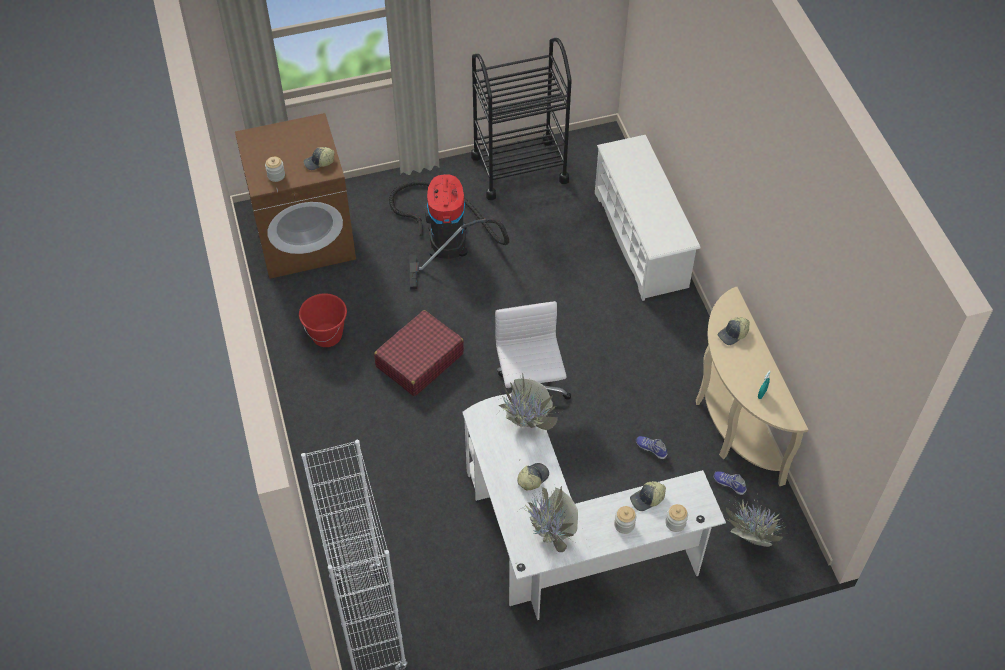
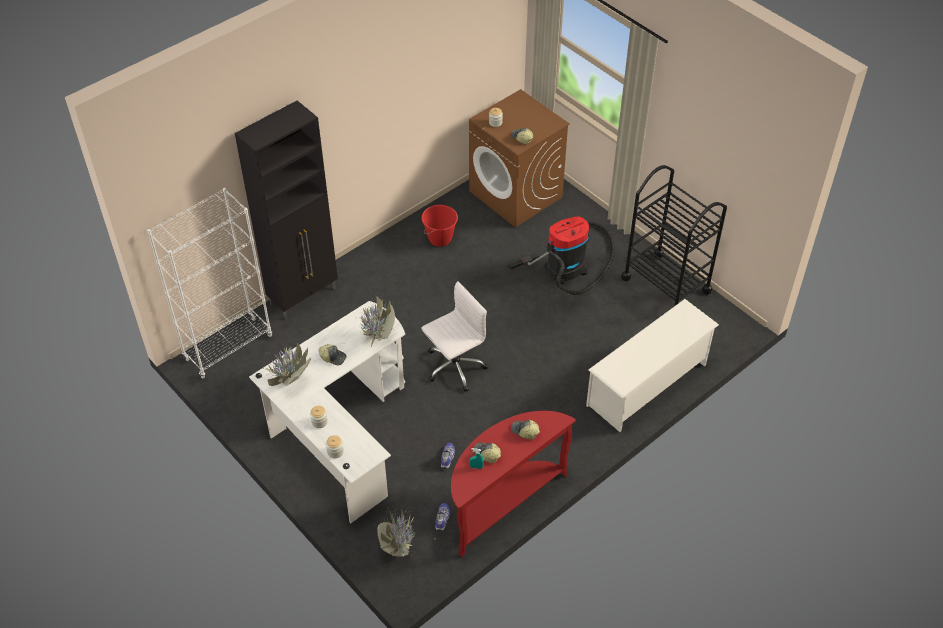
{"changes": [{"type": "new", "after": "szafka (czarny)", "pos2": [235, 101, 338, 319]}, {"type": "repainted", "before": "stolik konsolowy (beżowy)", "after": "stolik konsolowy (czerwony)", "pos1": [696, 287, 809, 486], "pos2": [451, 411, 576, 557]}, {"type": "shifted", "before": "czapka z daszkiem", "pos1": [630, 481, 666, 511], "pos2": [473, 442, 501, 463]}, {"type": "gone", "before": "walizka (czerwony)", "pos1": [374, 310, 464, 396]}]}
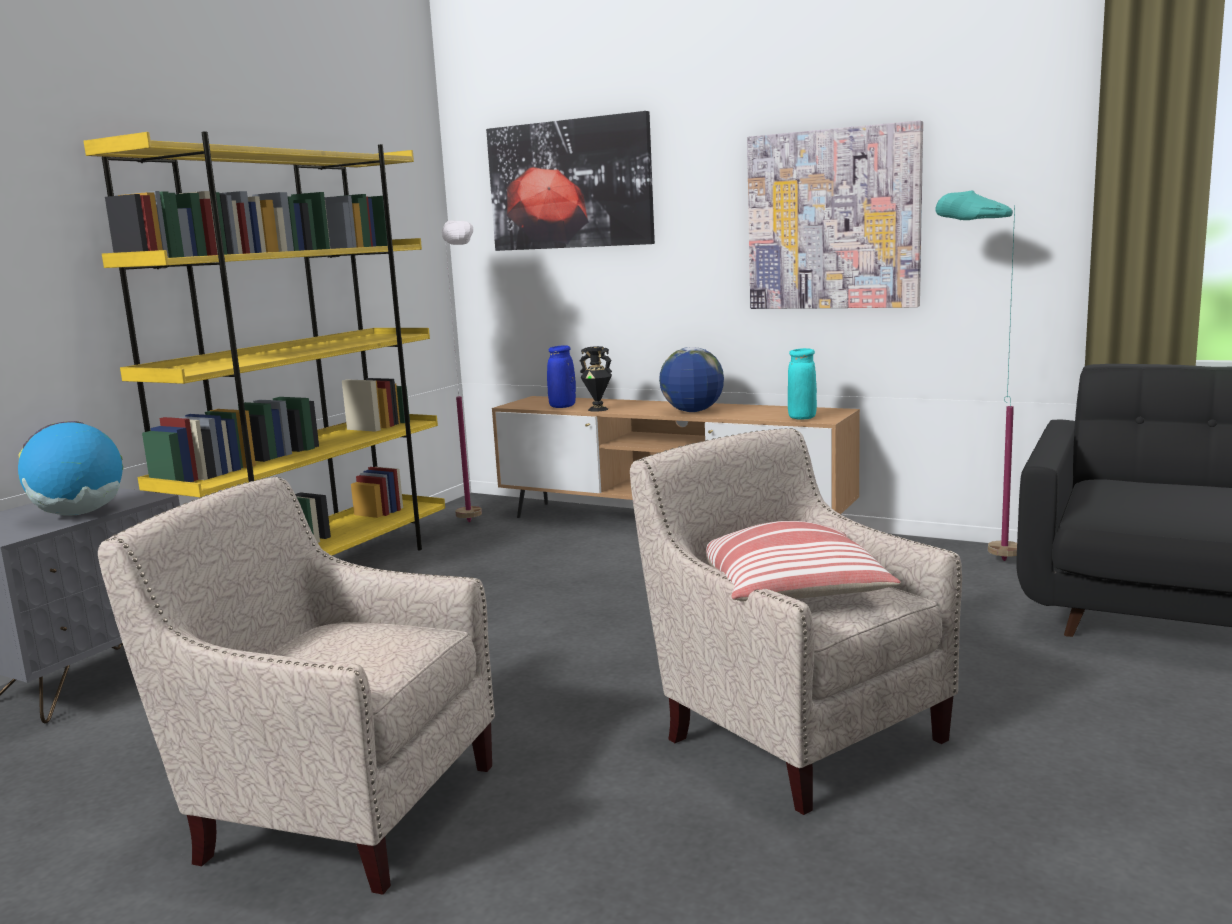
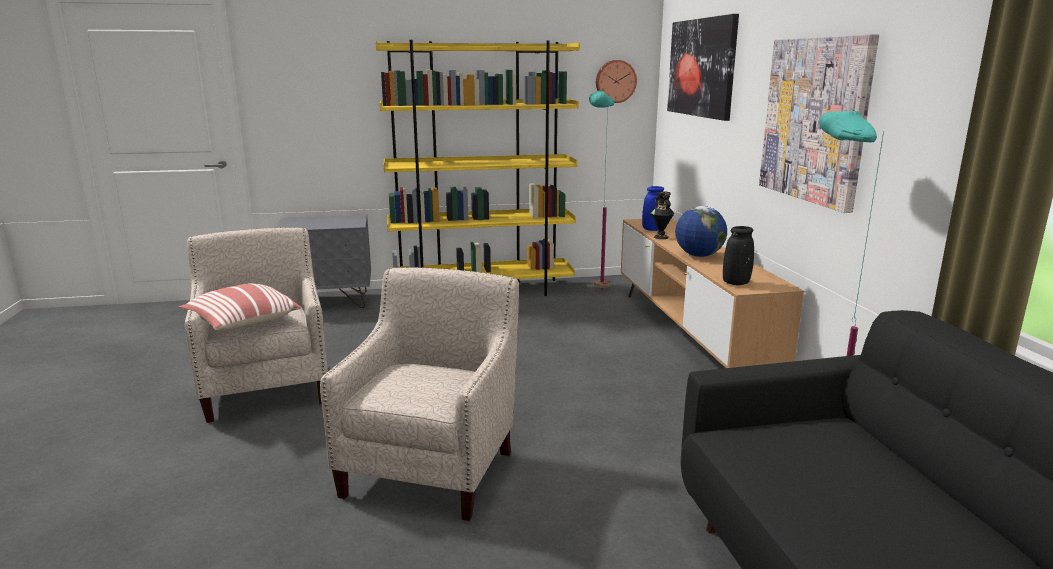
{"changes": [{"type": "shifted", "before": "poduszka", "pos1": [706, 521, 901, 602], "pos2": [178, 283, 301, 330]}, {"type": "repainted", "before": "lampa stojąca (biały)", "after": "lampa stojąca (turkusowy)", "pos1": [442, 220, 482, 522], "pos2": [589, 91, 615, 290]}, {"type": "new", "after": "zegar ścienny", "pos2": [596, 60, 637, 103]}, {"type": "repainted", "before": "wazon (turkusowy)", "after": "wazon (czarny)", "pos1": [788, 348, 817, 419], "pos2": [723, 226, 754, 285]}, {"type": "gone", "before": "globus", "pos1": [18, 421, 123, 516]}]}
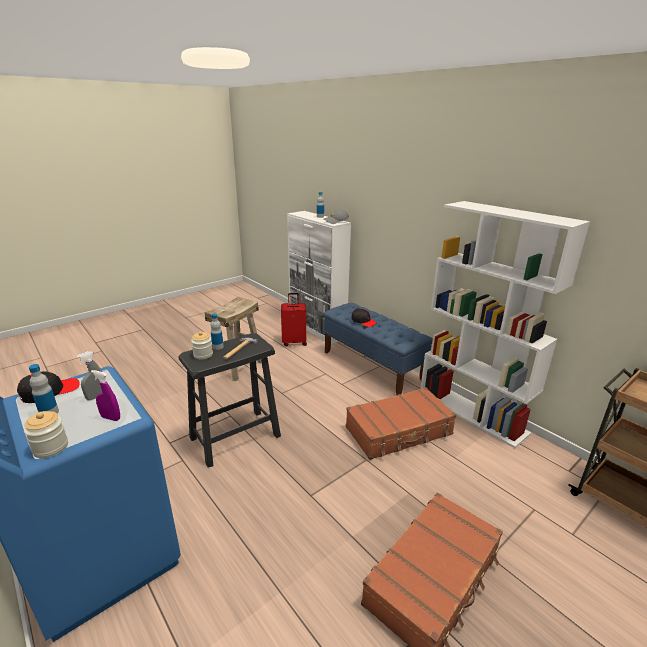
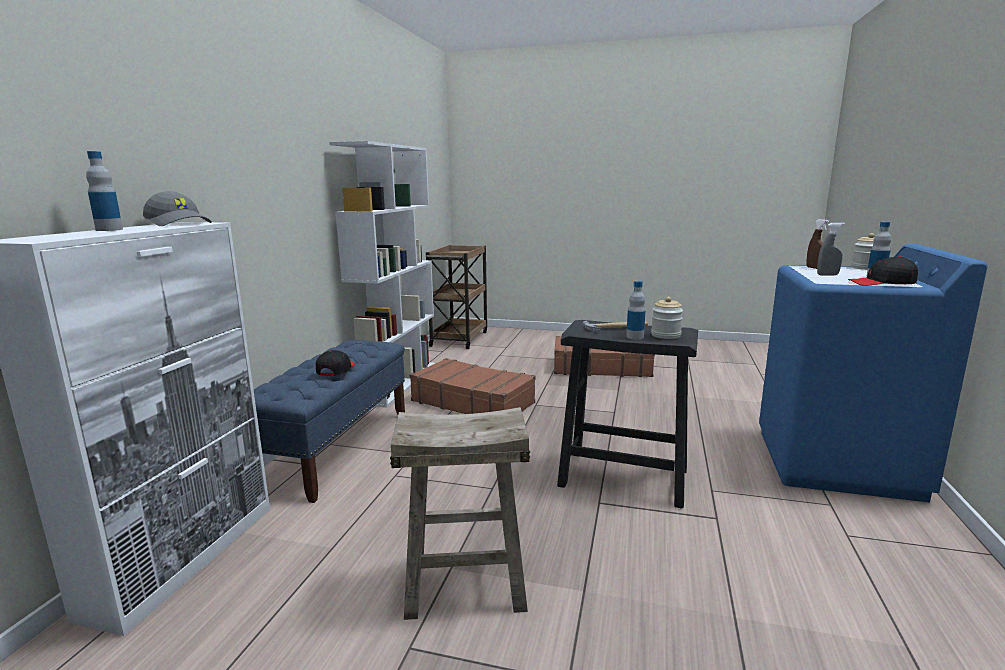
{"changes": [{"type": "repainted", "before": "spryskiwacz (fioletowy)", "after": "spryskiwacz (brązowy)", "pos1": [91, 370, 120, 421], "pos2": [806, 219, 829, 269]}, {"type": "gone", "before": "walizka (czerwony)", "pos1": [281, 293, 307, 346]}]}
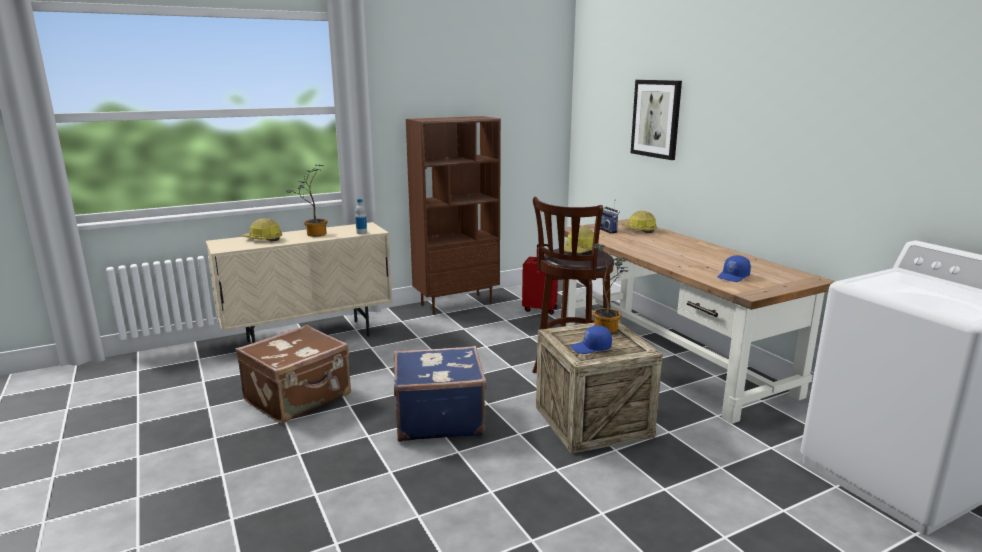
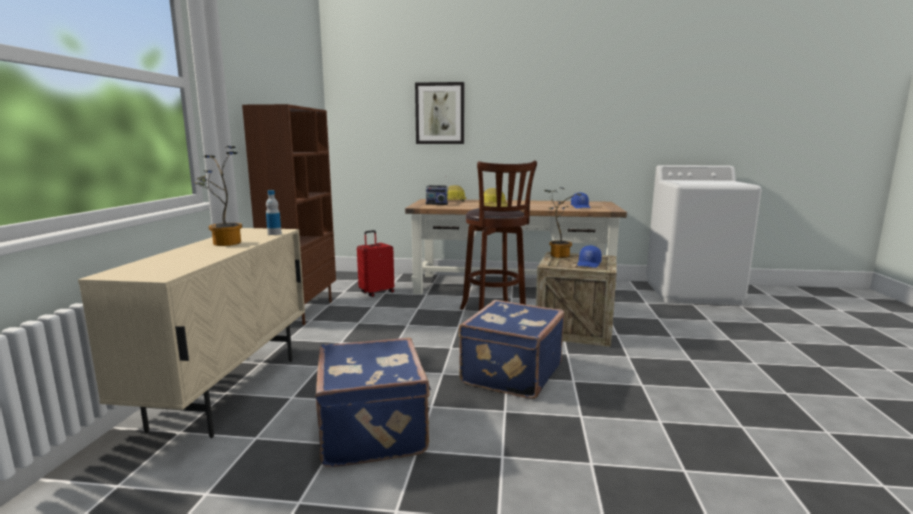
{"changes": [{"type": "repainted", "before": "walizka (brązowy)", "after": "walizka (niebieski)", "pos1": [235, 325, 351, 424], "pos2": [316, 338, 431, 467]}, {"type": "gone", "before": "kask", "pos1": [242, 218, 282, 242]}]}
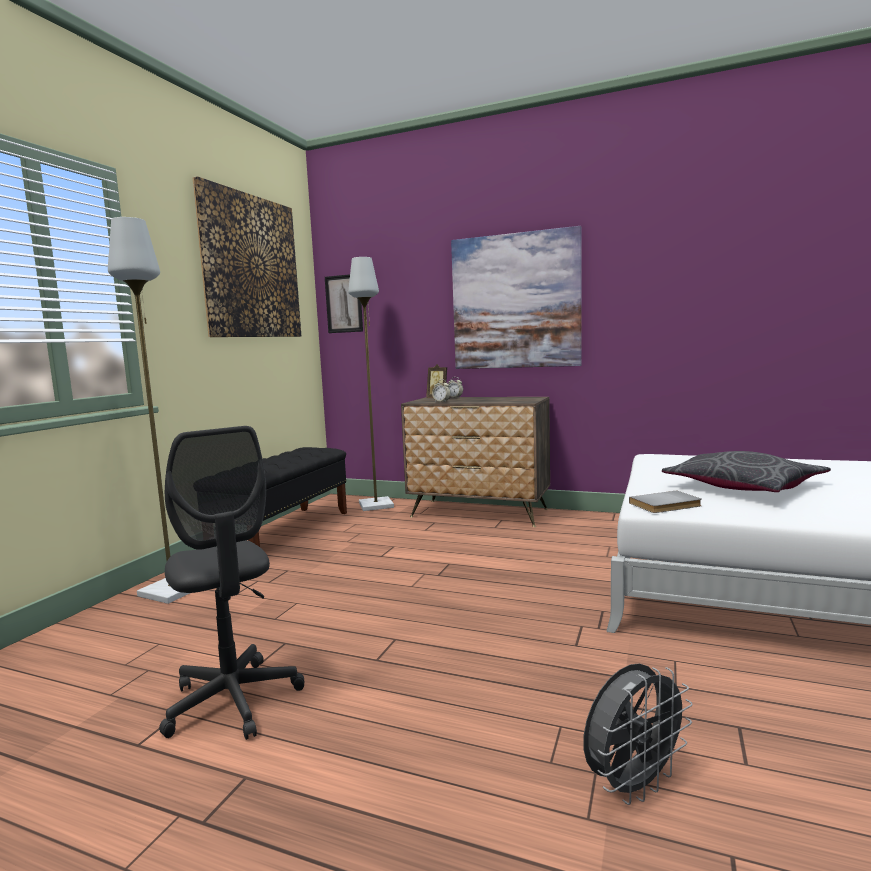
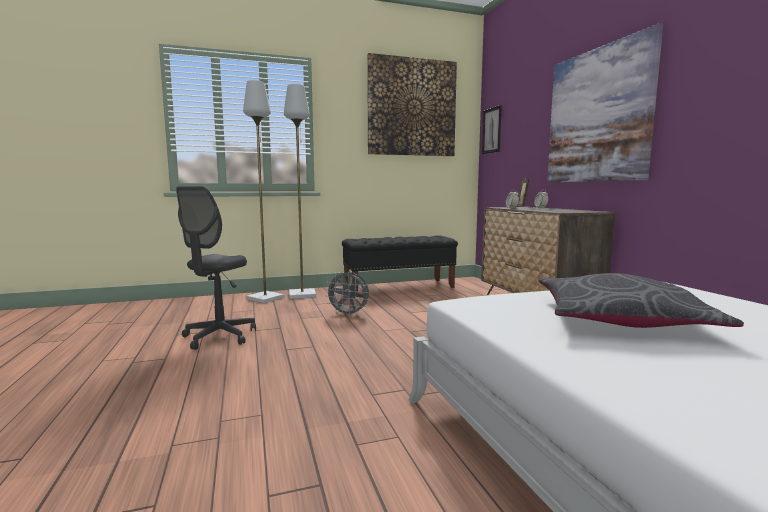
{"changes": [{"type": "shifted", "before": "lampa stojąca (szary)", "pos1": [348, 257, 394, 511], "pos2": [243, 80, 284, 303]}, {"type": "shifted", "before": "wentylator (szary)", "pos1": [584, 663, 693, 805], "pos2": [325, 271, 369, 317]}, {"type": "gone", "before": "książka (szary)", "pos1": [629, 491, 702, 513]}]}
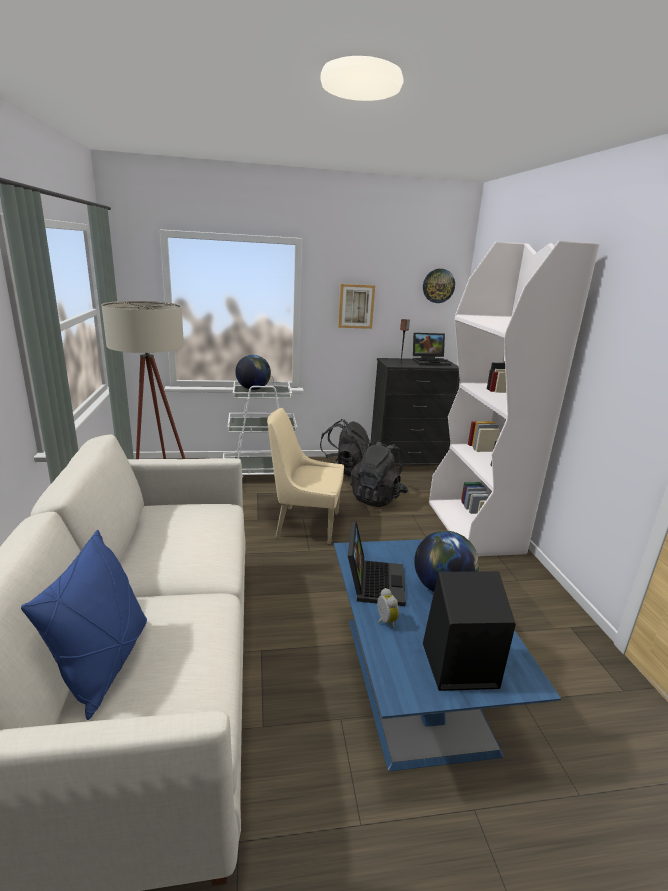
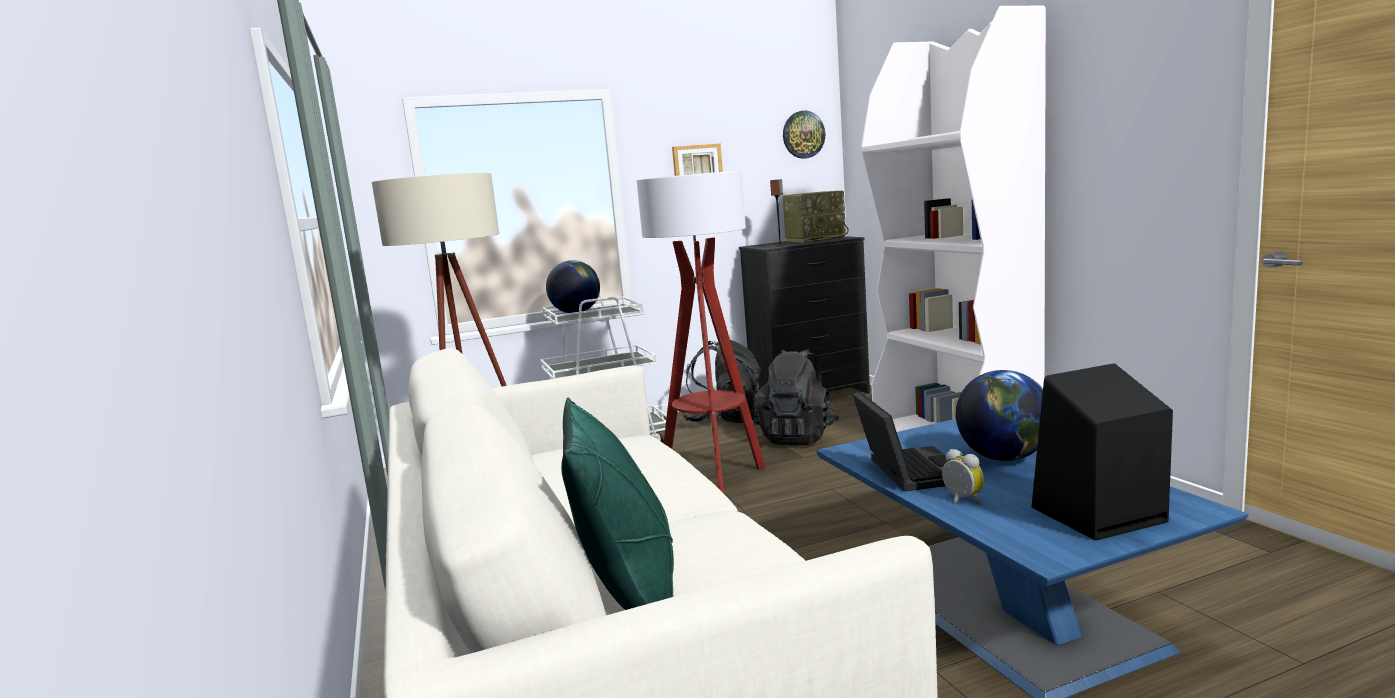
{"changes": [{"type": "repainted", "before": "poduszka (niebieski)", "after": "poduszka (zielony)", "pos1": [21, 530, 147, 720], "pos2": [561, 397, 674, 610]}, {"type": "swapped", "before": "krzesło (beżowy)", "after": "lampa stojąca", "pos1": [267, 408, 344, 544], "pos2": [637, 171, 765, 493]}, {"type": "swapped", "before": "laptop", "after": "radio", "pos1": [412, 333, 451, 366], "pos2": [783, 191, 849, 243]}]}
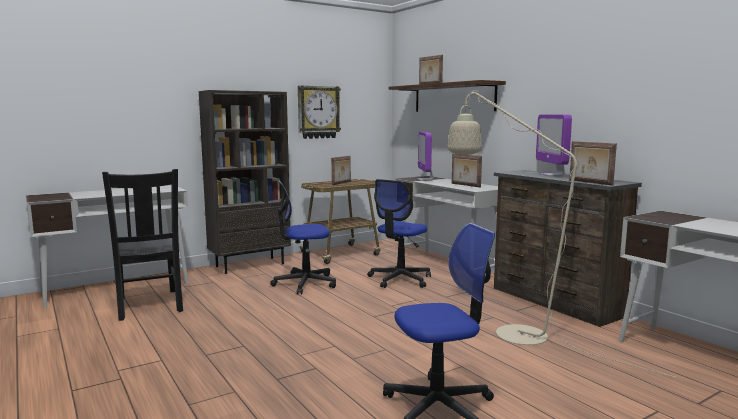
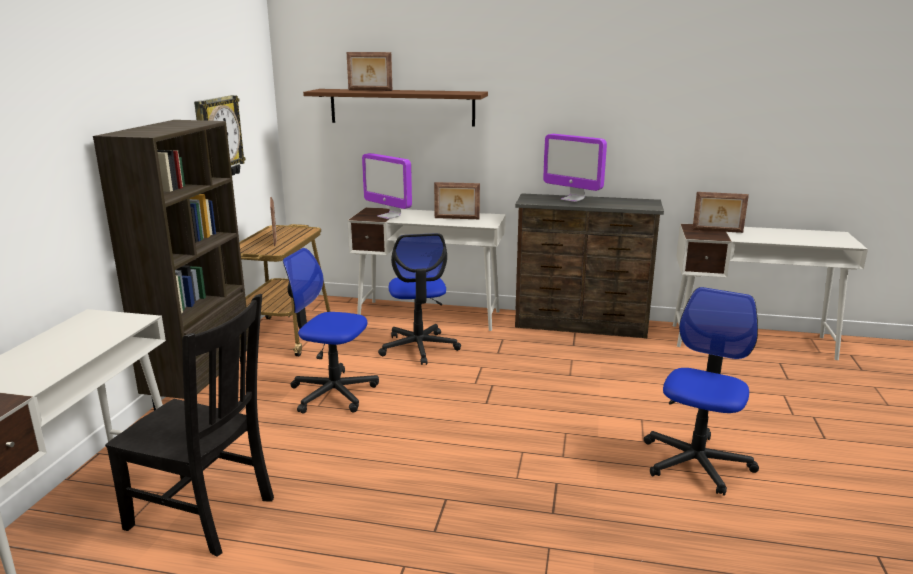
{"changes": [{"type": "rotated", "before": "krzesło biurowe", "pos1": [270, 179, 336, 294], "pos2": [283, 248, 379, 414], "turn": 75}, {"type": "shifted", "before": "ramka na zdjęcie", "pos1": [569, 141, 617, 186], "pos2": [692, 192, 749, 233]}, {"type": "gone", "before": "lampa stojąca (beżowy)", "pos1": [447, 90, 675, 377]}]}
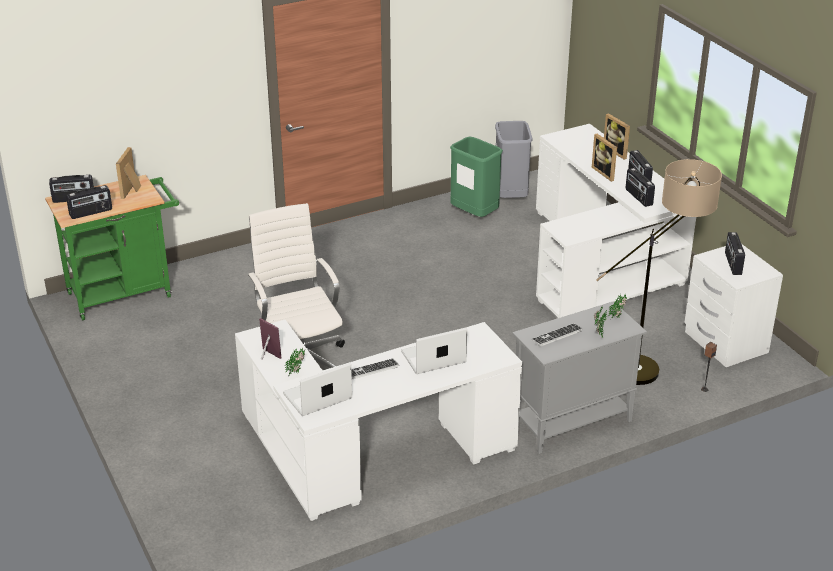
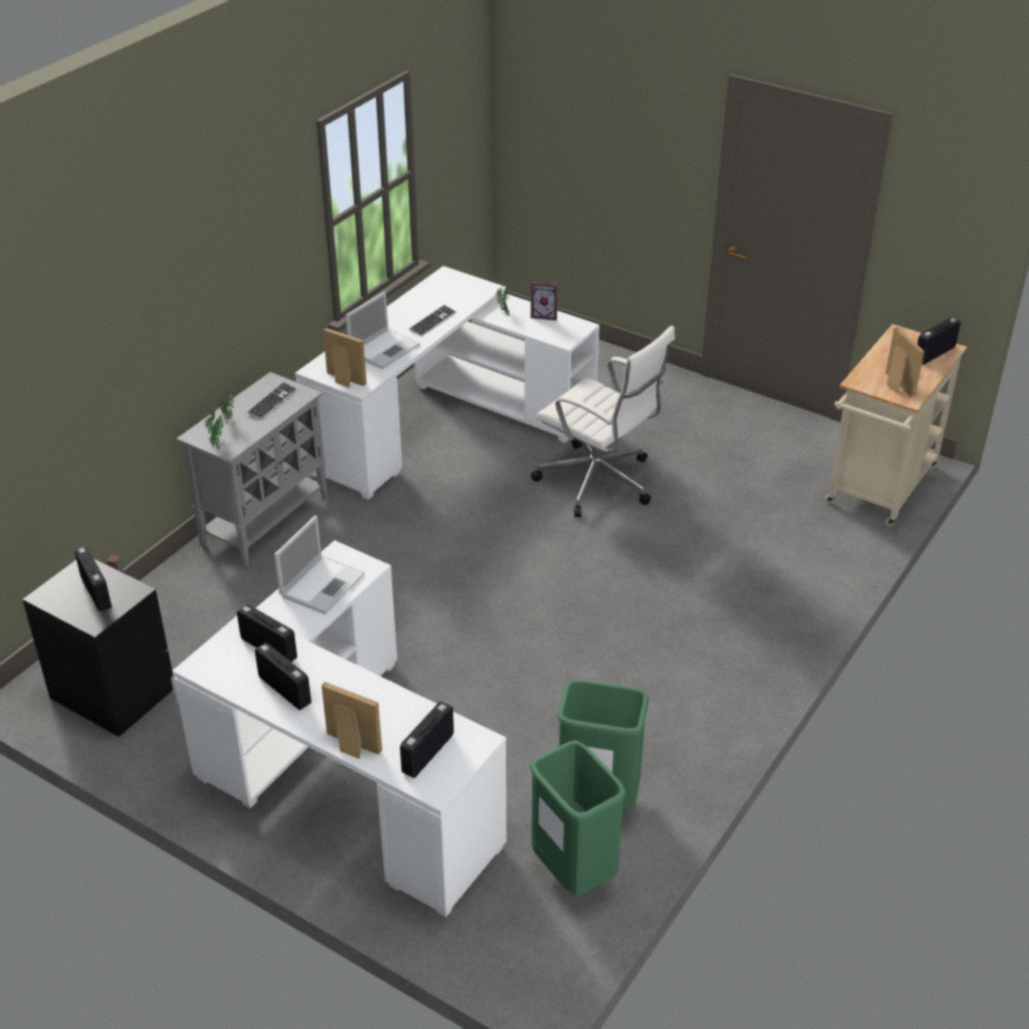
{"changes": [{"type": "repainted", "before": "szafka nocna (biały)", "after": "szafka nocna (czarny)", "pos1": [684, 244, 783, 367], "pos2": [22, 559, 173, 737]}, {"type": "shifted", "before": "laptop", "pos1": [283, 363, 352, 416], "pos2": [274, 515, 365, 614]}, {"type": "shifted", "before": "ramka na zdjęcie", "pos1": [592, 134, 617, 182], "pos2": [323, 328, 367, 388]}, {"type": "shifted", "before": "radio", "pos1": [66, 185, 112, 219], "pos2": [400, 701, 454, 778]}, {"type": "repainted", "before": "kosz na śmieci (szary)", "after": "kosz na śmieci (zielony)", "pos1": [495, 121, 533, 198], "pos2": [530, 740, 626, 896]}, {"type": "repainted", "before": "wózek (zielony)", "after": "wózek (beżowy)", "pos1": [45, 175, 179, 320], "pos2": [825, 324, 967, 526]}, {"type": "gone", "before": "lampa stojąca", "pos1": [596, 159, 722, 385]}]}
